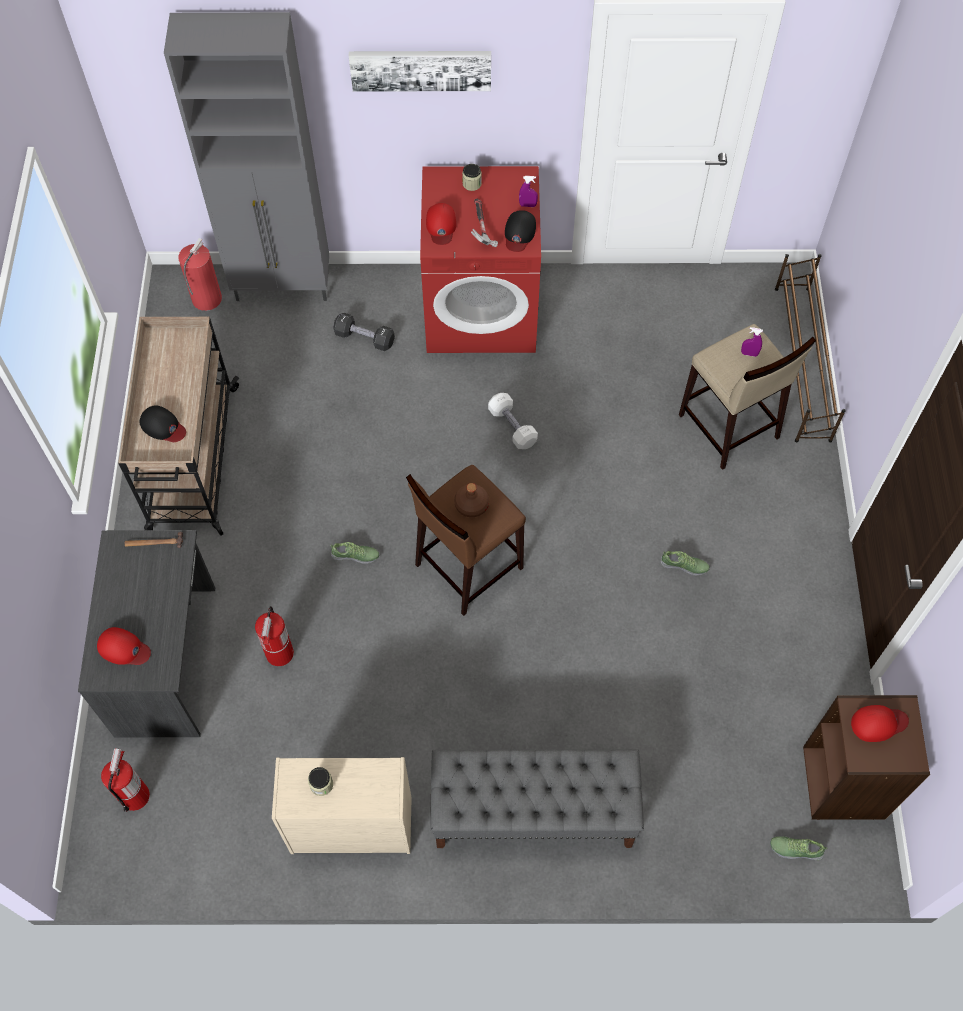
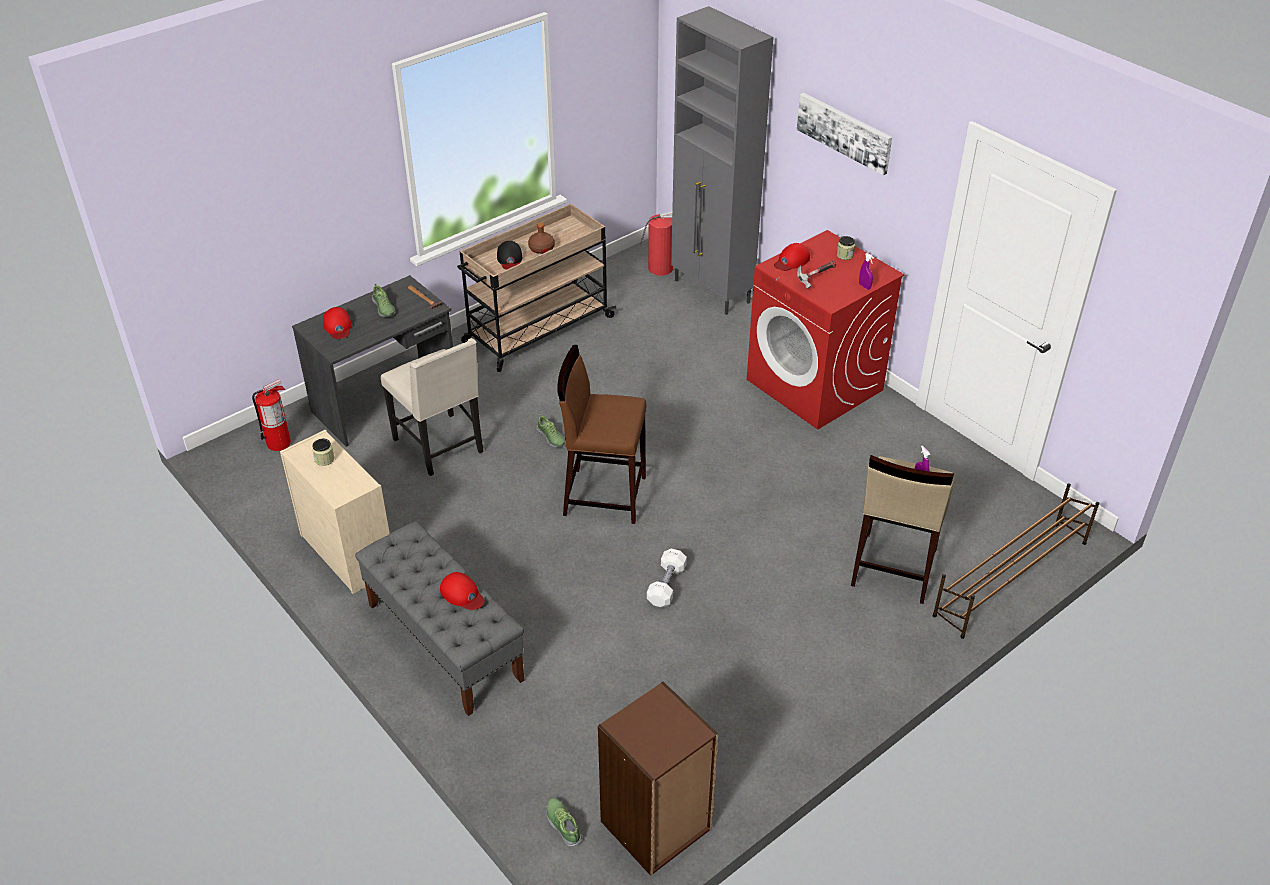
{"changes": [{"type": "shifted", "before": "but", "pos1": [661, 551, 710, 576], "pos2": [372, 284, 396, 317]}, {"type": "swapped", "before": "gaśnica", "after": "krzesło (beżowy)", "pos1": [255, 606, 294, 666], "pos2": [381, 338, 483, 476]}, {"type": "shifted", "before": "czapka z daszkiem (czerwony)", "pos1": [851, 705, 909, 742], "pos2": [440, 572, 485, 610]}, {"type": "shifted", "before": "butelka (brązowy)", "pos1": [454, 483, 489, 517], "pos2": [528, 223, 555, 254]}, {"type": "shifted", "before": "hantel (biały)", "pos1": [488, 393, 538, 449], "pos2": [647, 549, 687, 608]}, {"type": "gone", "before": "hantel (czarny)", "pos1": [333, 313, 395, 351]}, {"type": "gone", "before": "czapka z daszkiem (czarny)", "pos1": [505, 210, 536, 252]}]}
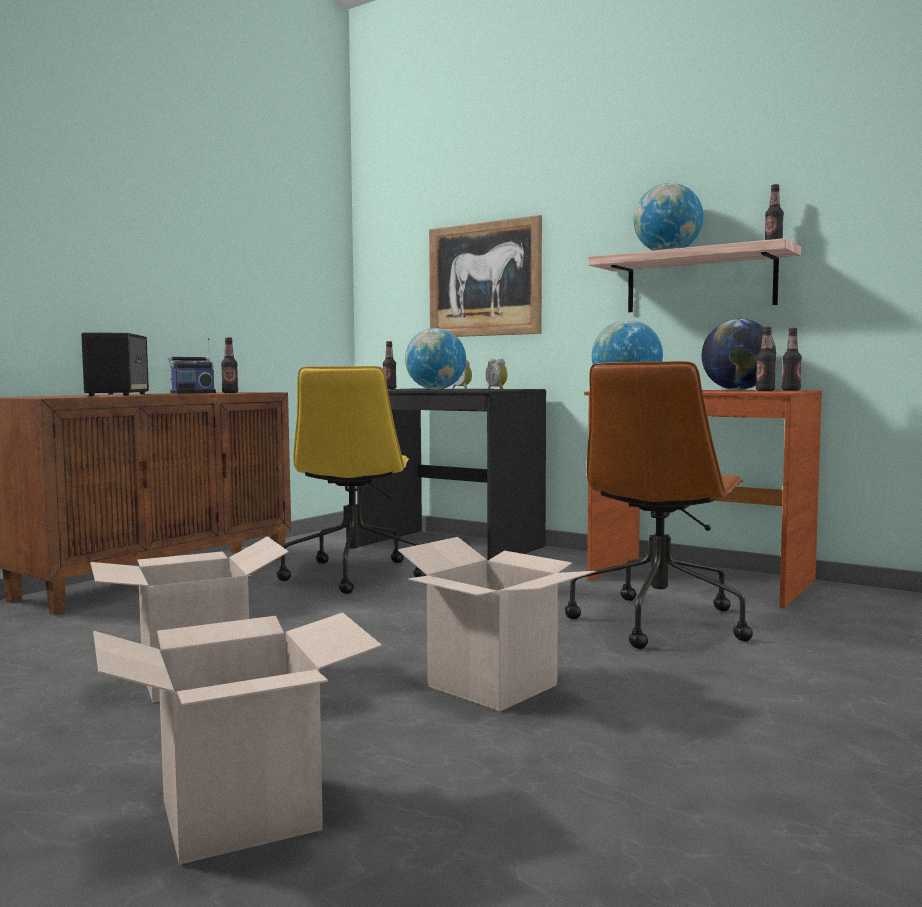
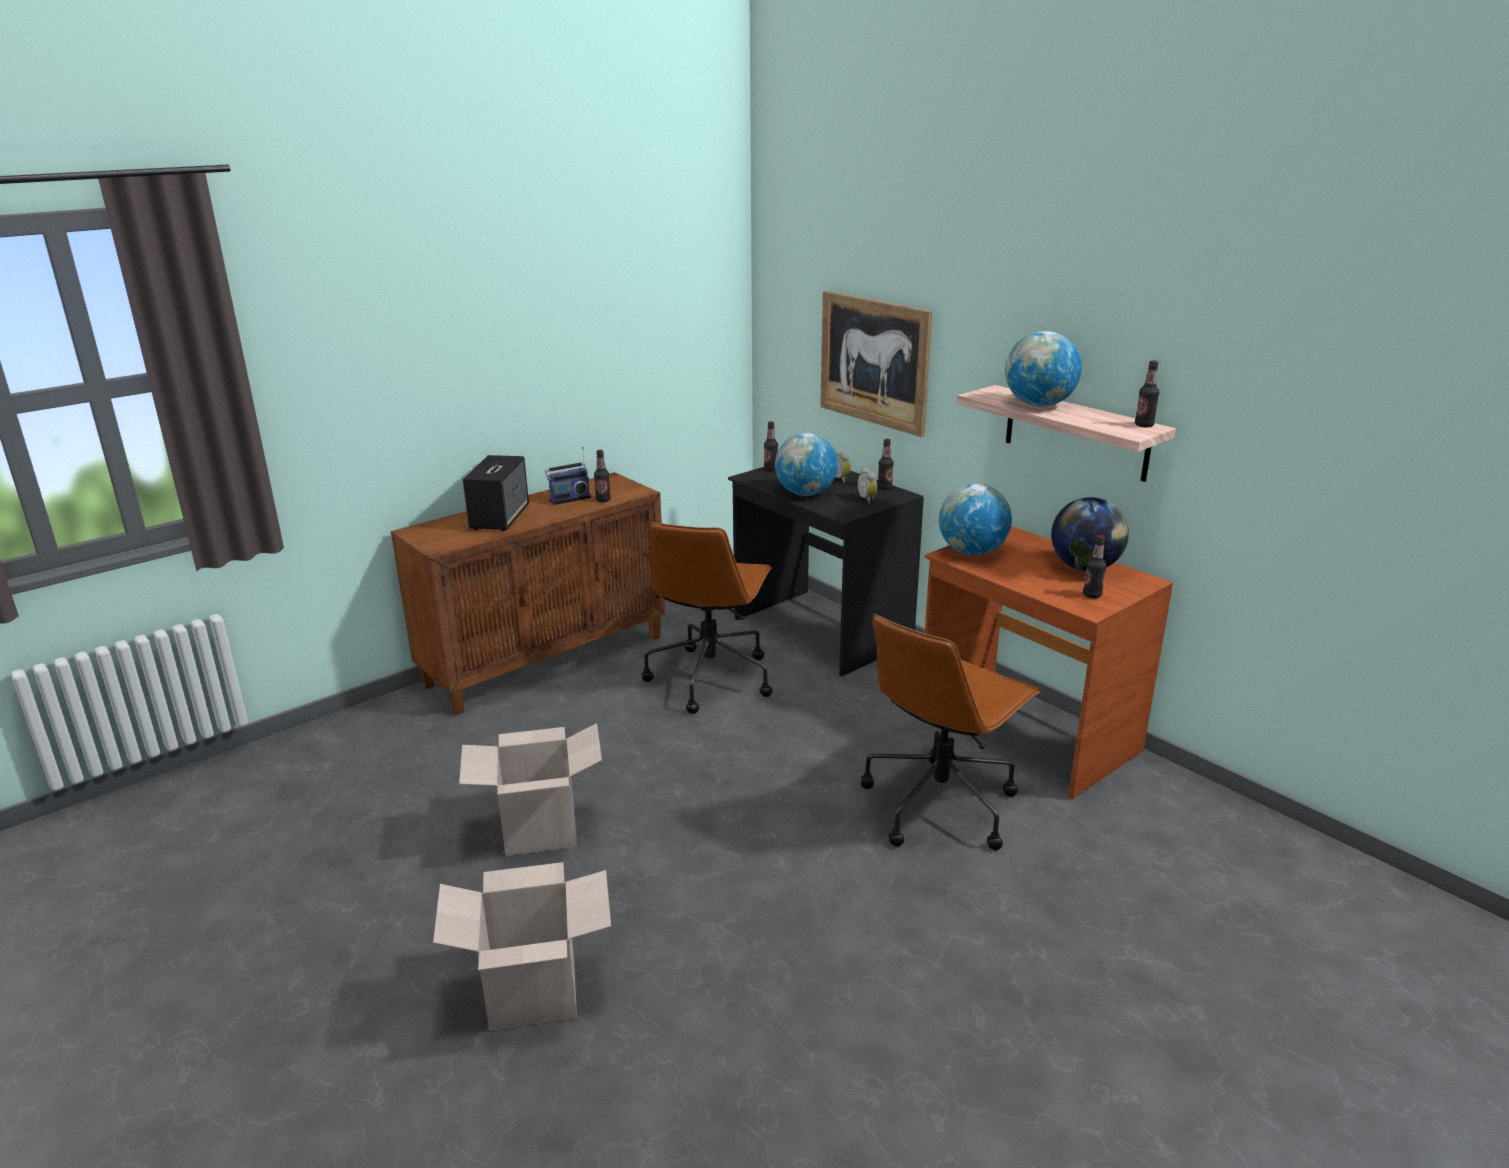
{"changes": [{"type": "repainted", "before": "krzesło biurowe (żółty)", "after": "krzesło biurowe (brązowy)", "pos1": [277, 366, 427, 594], "pos2": [641, 522, 772, 714]}, {"type": "shifted", "before": "butelka", "pos1": [782, 328, 802, 391], "pos2": [878, 439, 894, 490]}, {"type": "gone", "before": "karton", "pos1": [398, 537, 596, 711]}]}
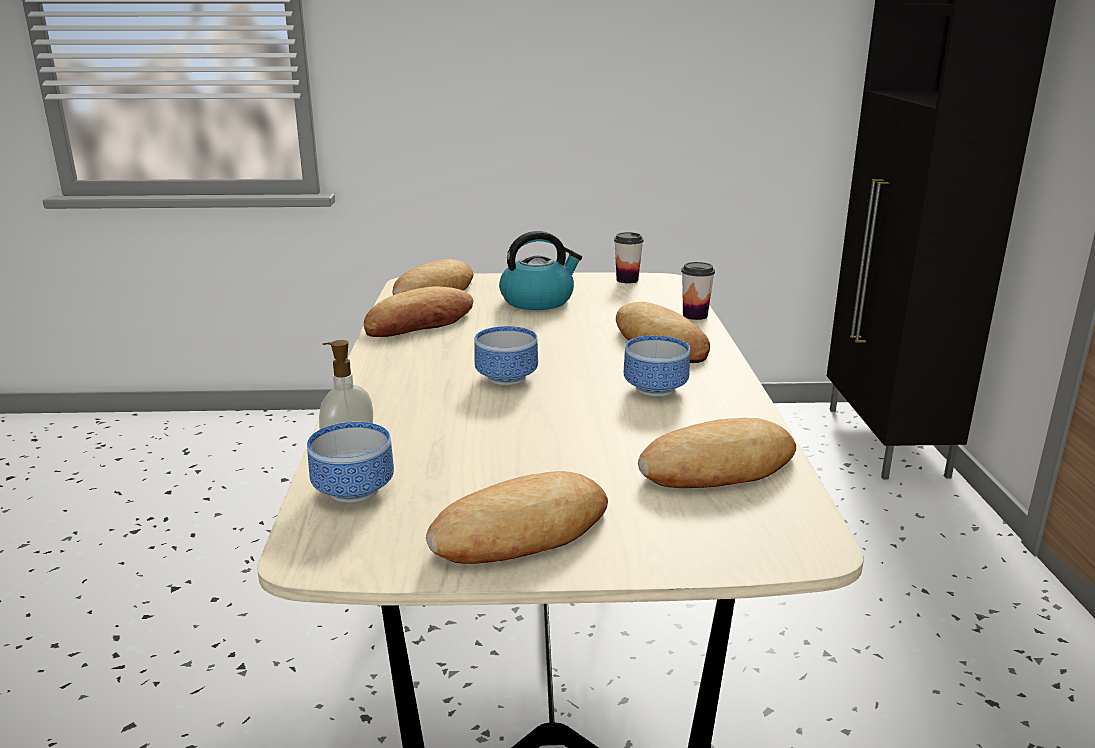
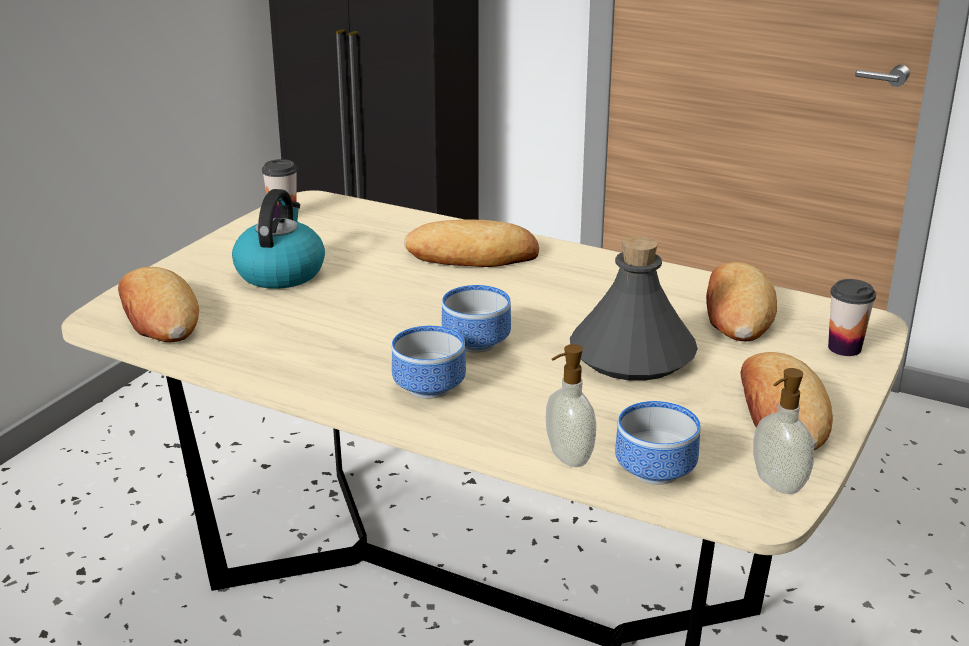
{"changes": [{"type": "shifted", "before": "miska", "pos1": [624, 336, 690, 397], "pos2": [392, 326, 466, 399]}, {"type": "new", "after": "butelka (szary)", "pos2": [570, 236, 698, 381]}, {"type": "new", "after": "dozownik mydła", "pos2": [753, 368, 814, 494]}, {"type": "shifted", "before": "filiżanka", "pos1": [681, 262, 715, 320], "pos2": [828, 279, 876, 356]}, {"type": "gone", "before": "chleb", "pos1": [364, 286, 473, 337]}]}
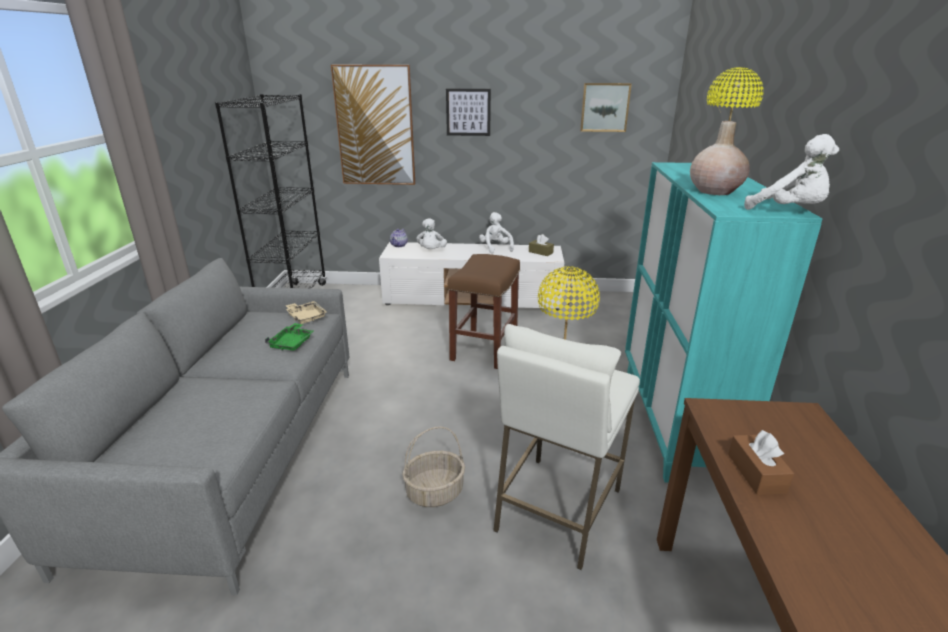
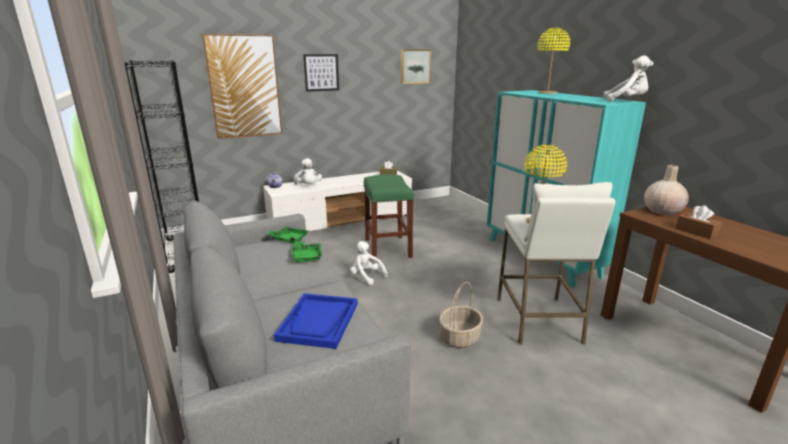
{"changes": [{"type": "repainted", "before": "taca (beżowy)", "after": "taca (zielony)", "pos1": [285, 301, 327, 324], "pos2": [266, 226, 309, 244]}, {"type": "new", "after": "taca (niebieski)", "pos2": [274, 293, 358, 349]}, {"type": "shifted", "before": "pluszak (biały)", "pos1": [479, 212, 514, 253], "pos2": [350, 241, 388, 285]}, {"type": "repainted", "before": "stołek (brązowy)", "after": "stołek (zielony)", "pos1": [447, 254, 520, 369], "pos2": [363, 174, 414, 261]}, {"type": "shifted", "before": "wazon (beżowy)", "pos1": [690, 121, 750, 195], "pos2": [644, 165, 689, 216]}]}
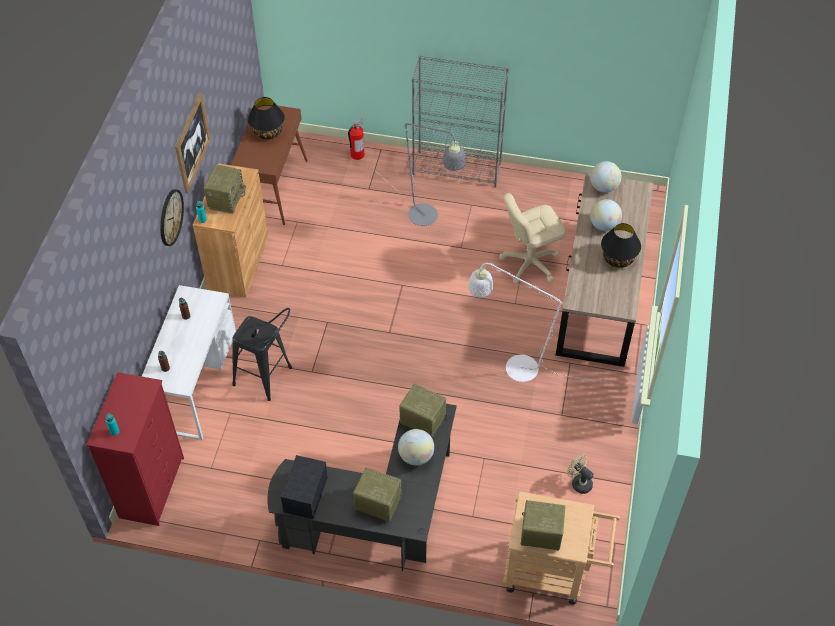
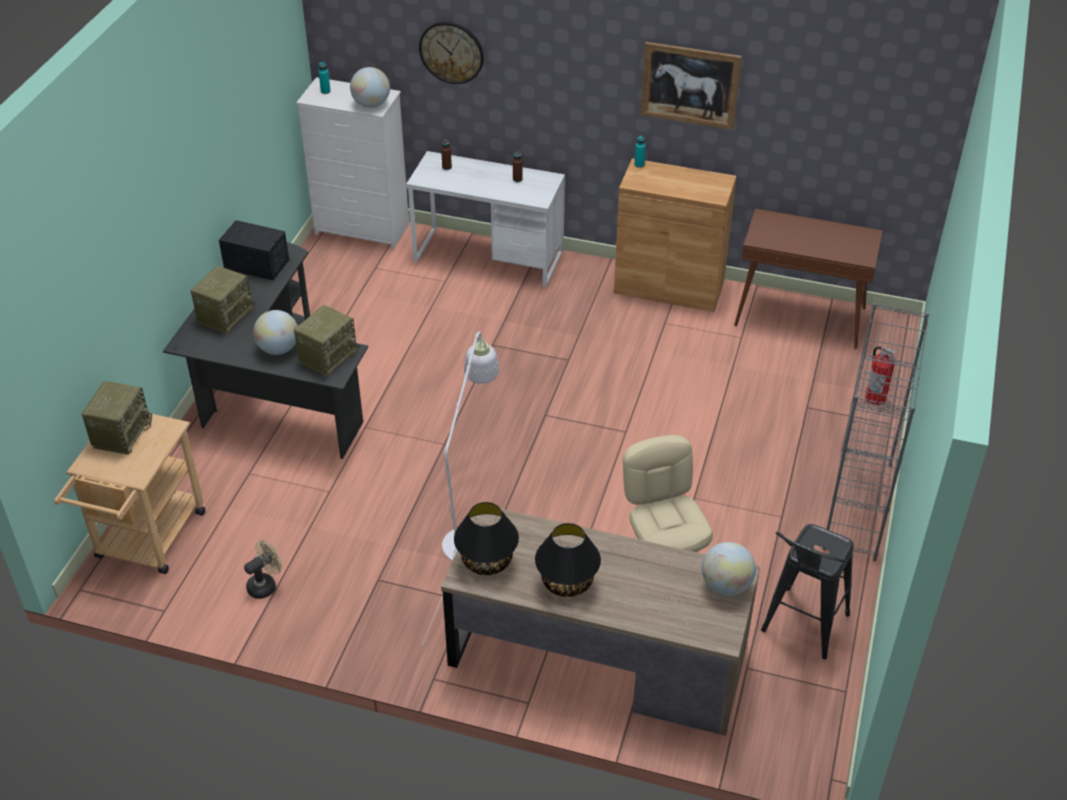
{"changes": [{"type": "repainted", "before": "komoda (czerwony)", "after": "komoda (biały)", "pos1": [86, 372, 184, 526], "pos2": [296, 77, 409, 250]}, {"type": "shifted", "before": "globus", "pos1": [590, 199, 622, 231], "pos2": [350, 67, 390, 108]}, {"type": "shifted", "before": "zegar ścienny", "pos1": [160, 189, 184, 246], "pos2": [419, 21, 484, 84]}, {"type": "shifted", "before": "lampa stołowa (czarny)", "pos1": [248, 97, 285, 140], "pos2": [454, 502, 519, 575]}, {"type": "shifted", "before": "stołek (czarny)", "pos1": [233, 308, 292, 401], "pos2": [761, 524, 854, 659]}, {"type": "gone", "before": "radio", "pos1": [204, 164, 246, 214]}, {"type": "gone", "before": "lampa stojąca (szary)", "pos1": [372, 123, 465, 226]}]}
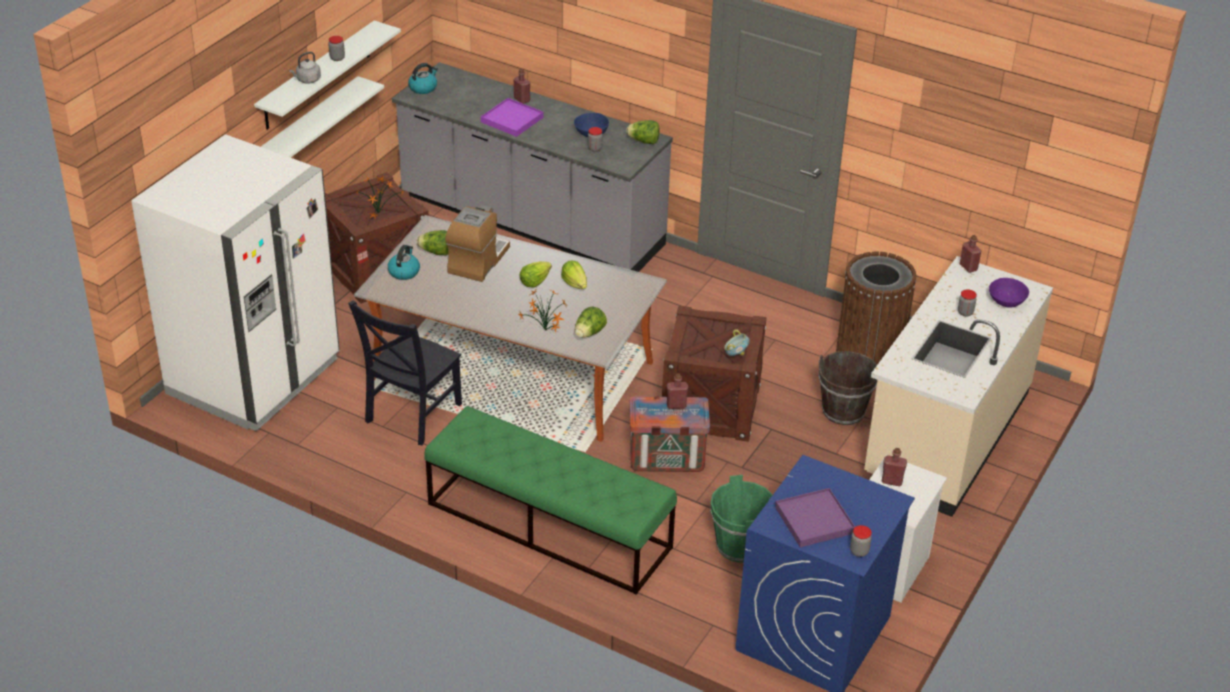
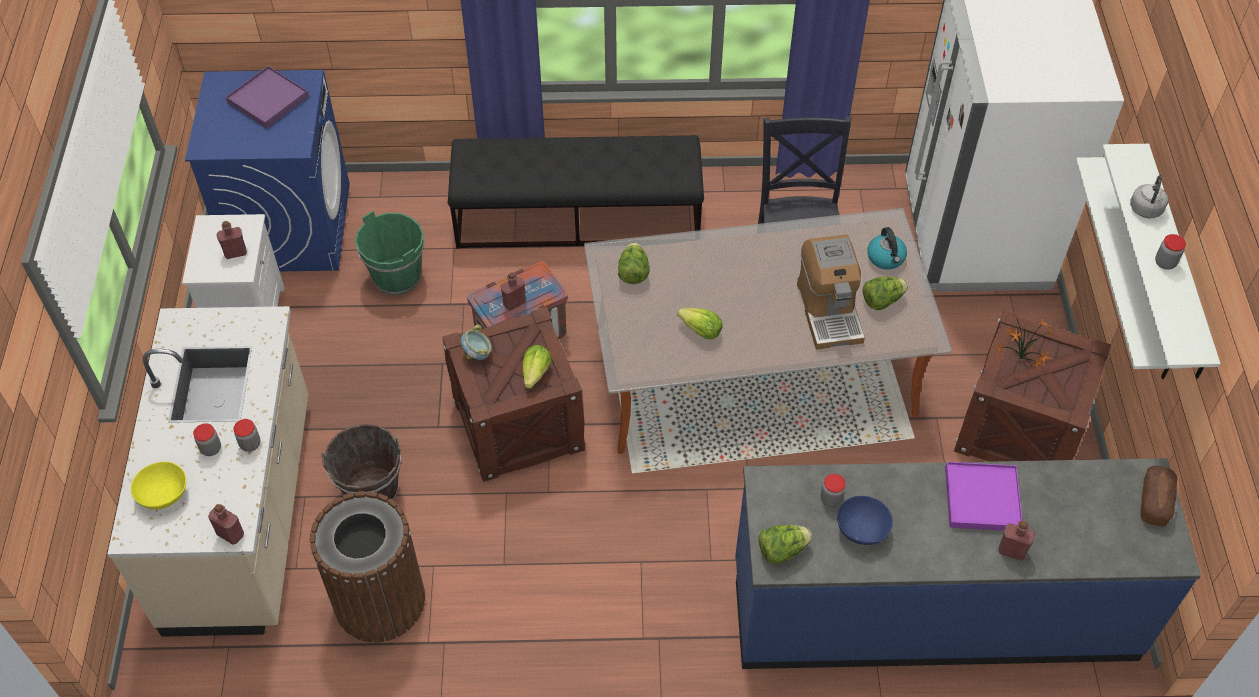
{"changes": [{"type": "repainted", "before": "miska (fioletowy)", "after": "miska (żółty)", "pos1": [989, 278, 1029, 308], "pos2": [131, 462, 186, 509]}, {"type": "shifted", "before": "słoik", "pos1": [850, 525, 872, 557], "pos2": [234, 419, 261, 452]}, {"type": "repainted", "before": "ławka (zielony)", "after": "ławka (czarny)", "pos1": [424, 406, 677, 595], "pos2": [448, 135, 704, 248]}, {"type": "shifted", "before": "sałata", "pos1": [519, 261, 552, 287], "pos2": [522, 345, 552, 389]}, {"type": "repainted", "before": "zabudowa kuchenna (szary)", "after": "zabudowa kuchenna (niebieski)", "pos1": [392, 62, 673, 272], "pos2": [735, 458, 1201, 669]}, {"type": "swapped", "before": "czajnik", "after": "chleb", "pos1": [408, 63, 438, 94], "pos2": [1140, 466, 1177, 527]}, {"type": "gone", "before": "roślina doniczkowa", "pos1": [518, 288, 567, 332]}]}
